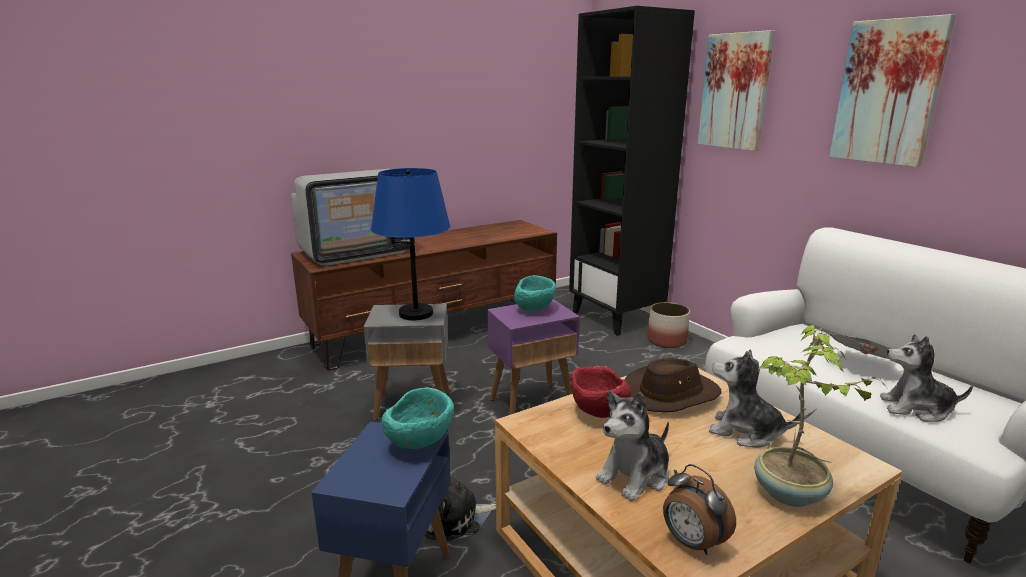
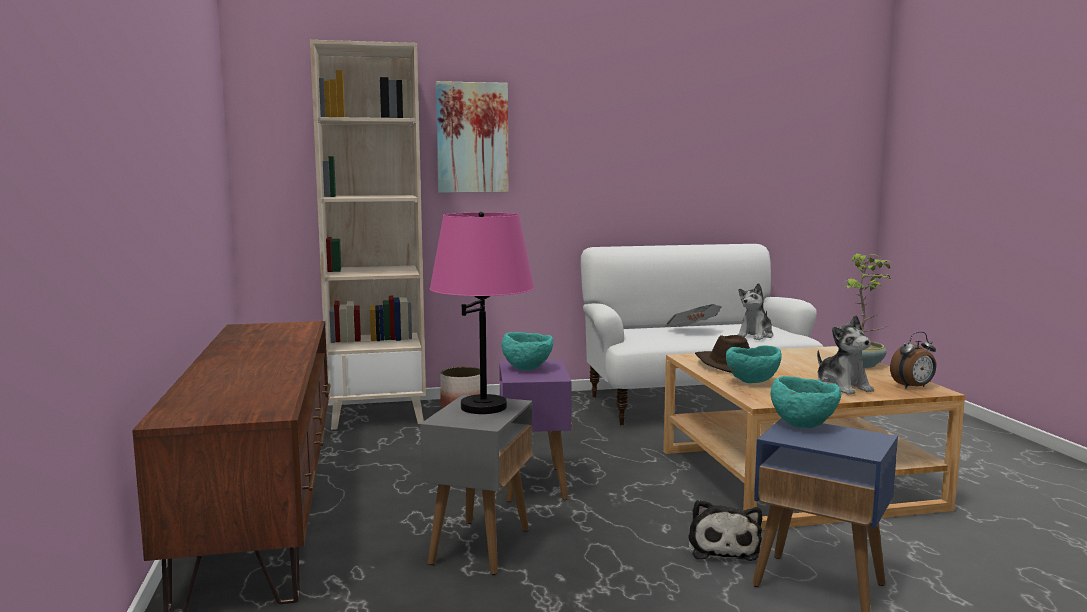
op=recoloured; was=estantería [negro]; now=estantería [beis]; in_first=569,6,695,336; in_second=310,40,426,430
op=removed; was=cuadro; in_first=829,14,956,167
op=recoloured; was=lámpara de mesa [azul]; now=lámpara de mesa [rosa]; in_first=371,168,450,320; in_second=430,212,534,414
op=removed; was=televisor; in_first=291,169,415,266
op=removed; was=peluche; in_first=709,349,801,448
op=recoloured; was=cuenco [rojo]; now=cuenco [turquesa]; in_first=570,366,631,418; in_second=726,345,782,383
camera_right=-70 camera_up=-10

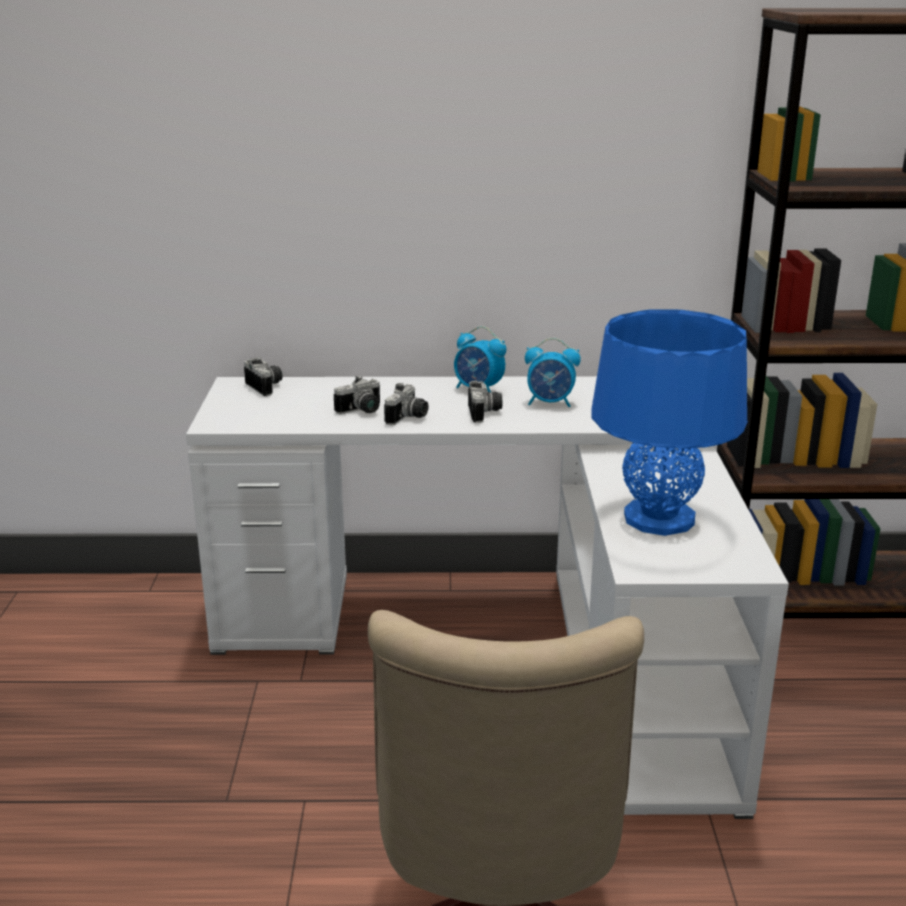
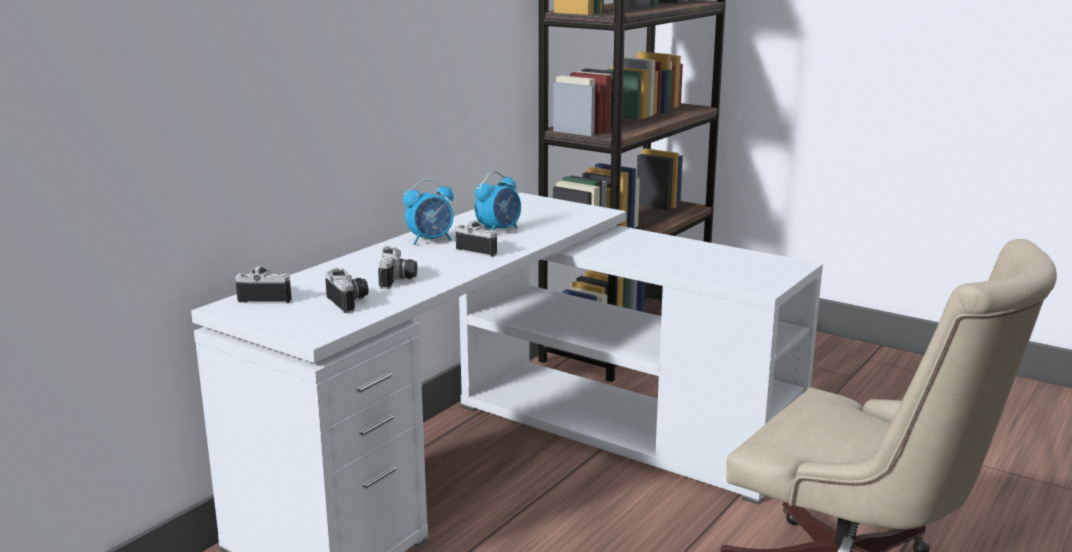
op=removed; was=lámpara de mesa [azul]; in_first=591,310,748,536
op=moved; was=cámara; in_first=384,383,428,425; in_second=325,268,369,313
camera_right=-55 camera_up=-5

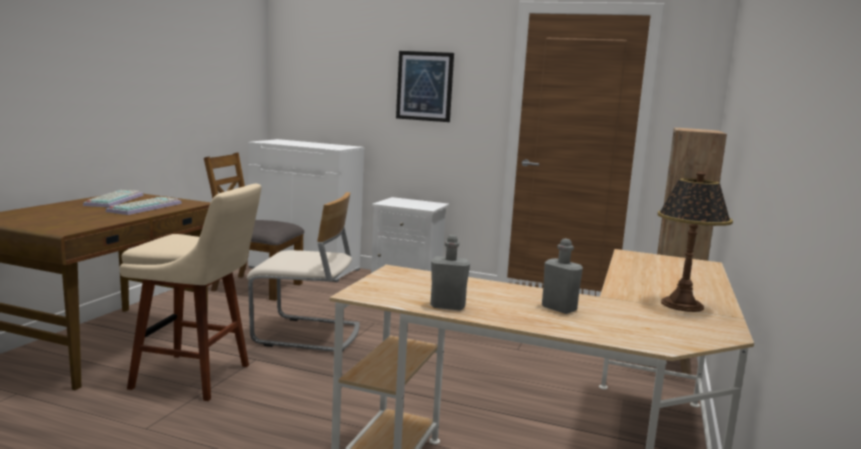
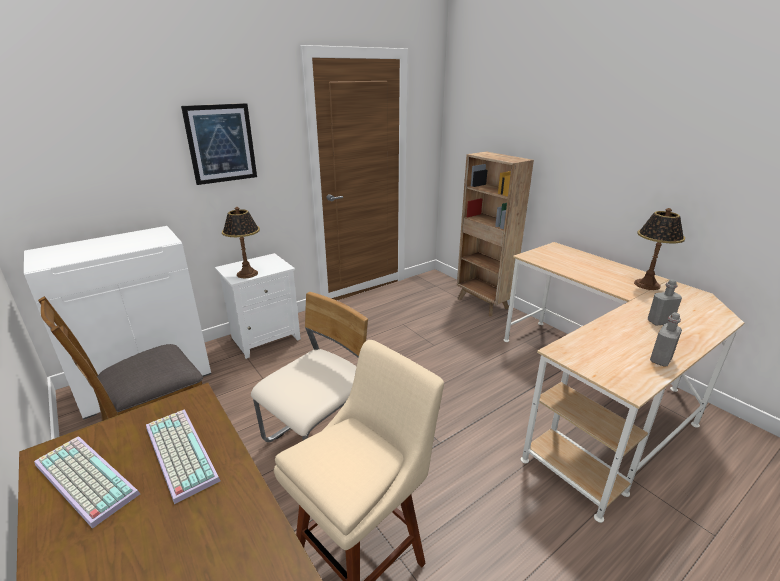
op=added; now=lámpara de mesa; in_second=222,207,260,278
camera_right=-55 camera_up=15

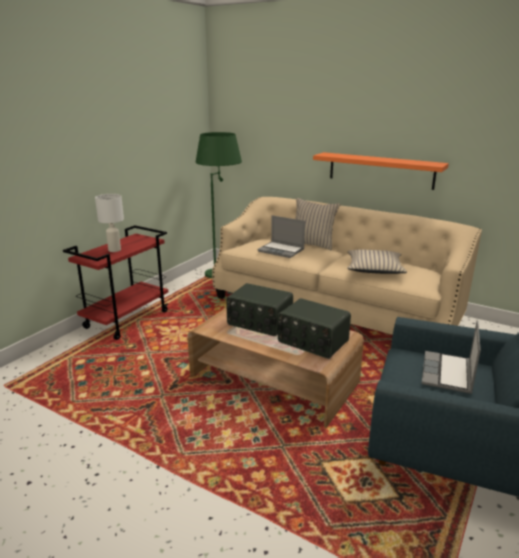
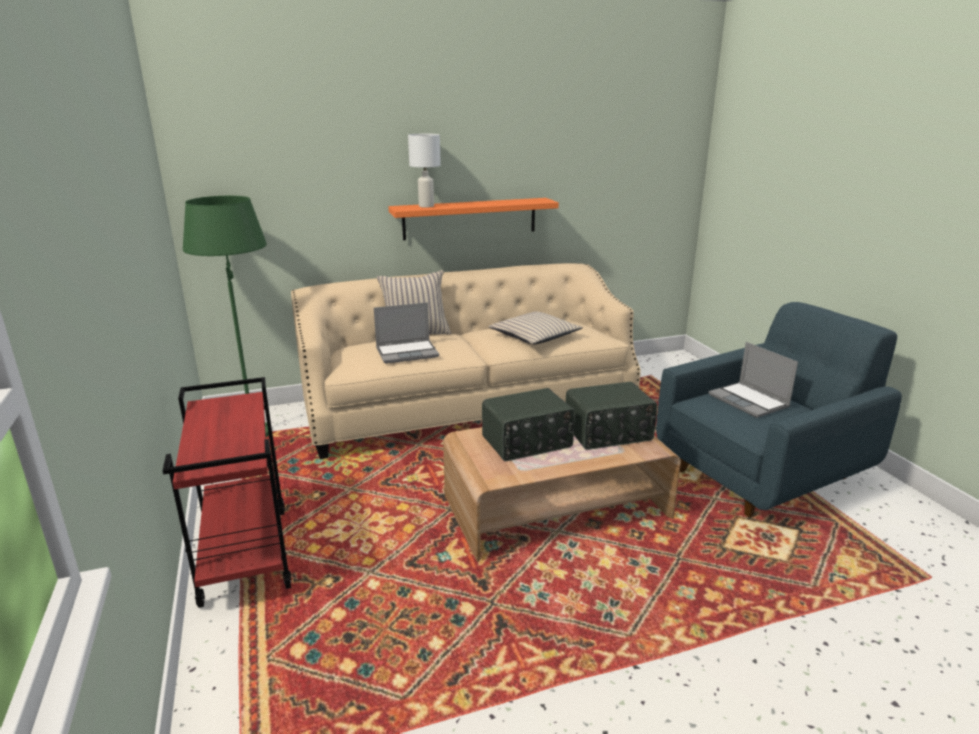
op=moved; was=lámpara de mesa [blanco]; in_first=95,194,124,252; in_second=408,134,441,208
camera_right=-50 camera_up=0

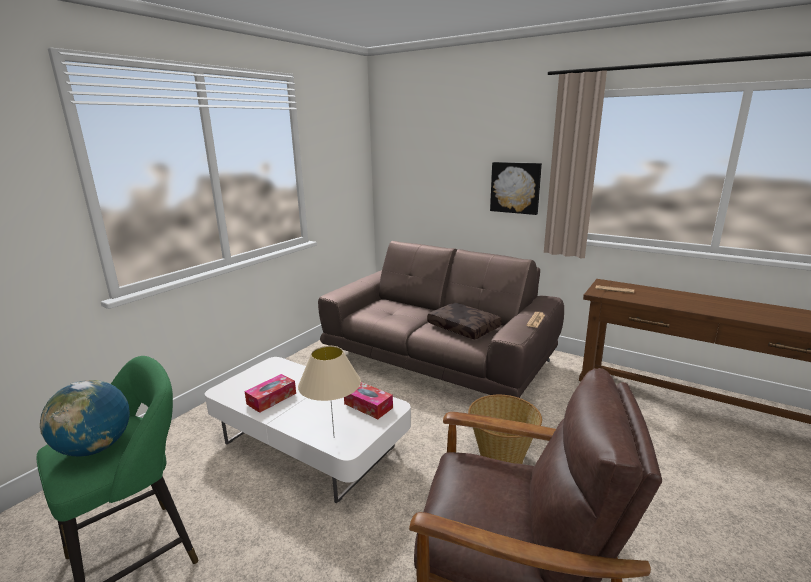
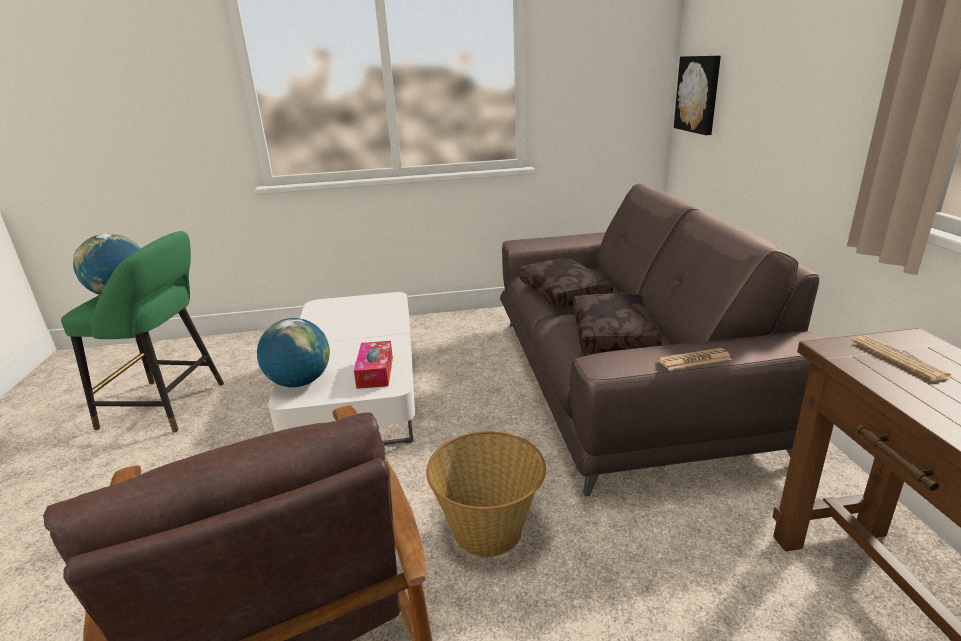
op=moved; was=cuadro; in_first=490,162,542,215; in_second=674,55,721,135
op=replaced; was=lámpara de mesa [beis]; now=globo terráqueo; in_first=298,346,361,438; in_second=257,318,330,387
op=removed; was=caja de pañuelos; in_first=244,374,296,413
op=added; now=cojín [marrón]; in_second=519,259,613,308
camera_right=50 camera_up=5

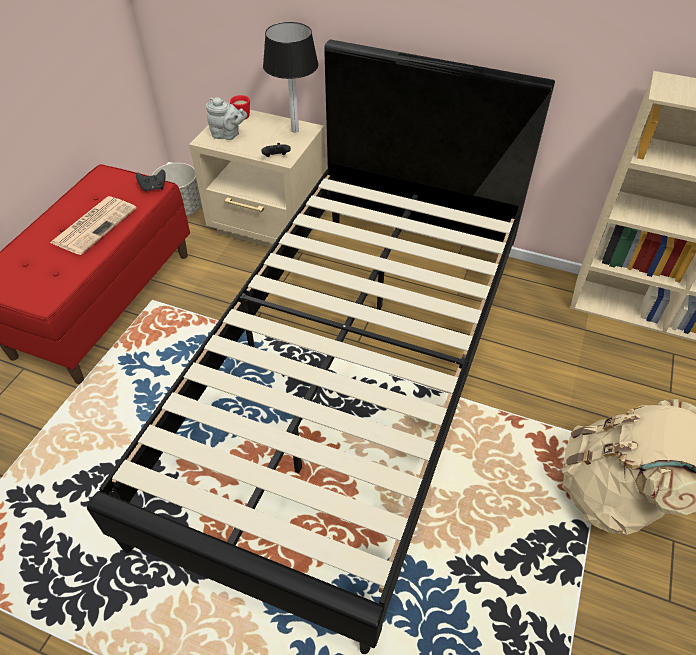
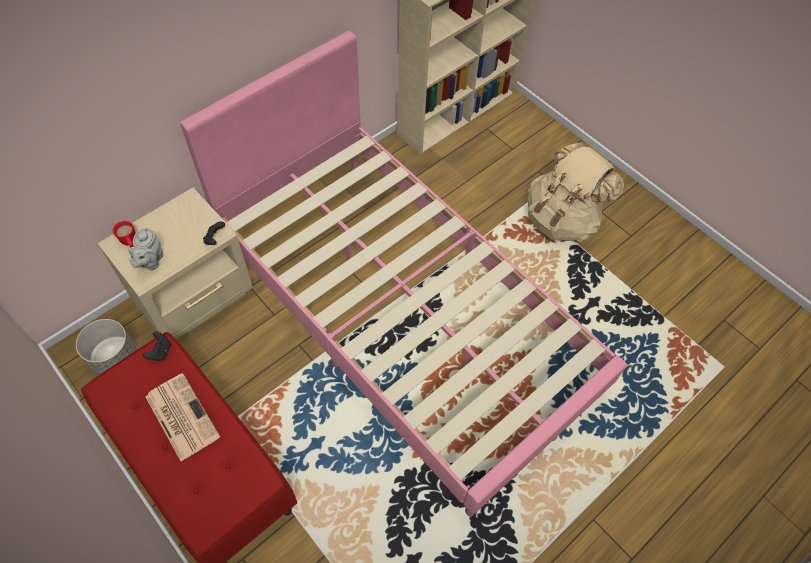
op=removed; was=lámpara de mesa; in_first=263,22,319,133
op=recoloured; was=cama [negro]; now=cama [rosa]; in_first=87,40,555,654; in_second=180,31,627,517
op=turned; was=tetera [gris]; in_first=206,97,247,140; in_second=129,228,163,271; clockwise=150
camera_right=-65 camera_up=10

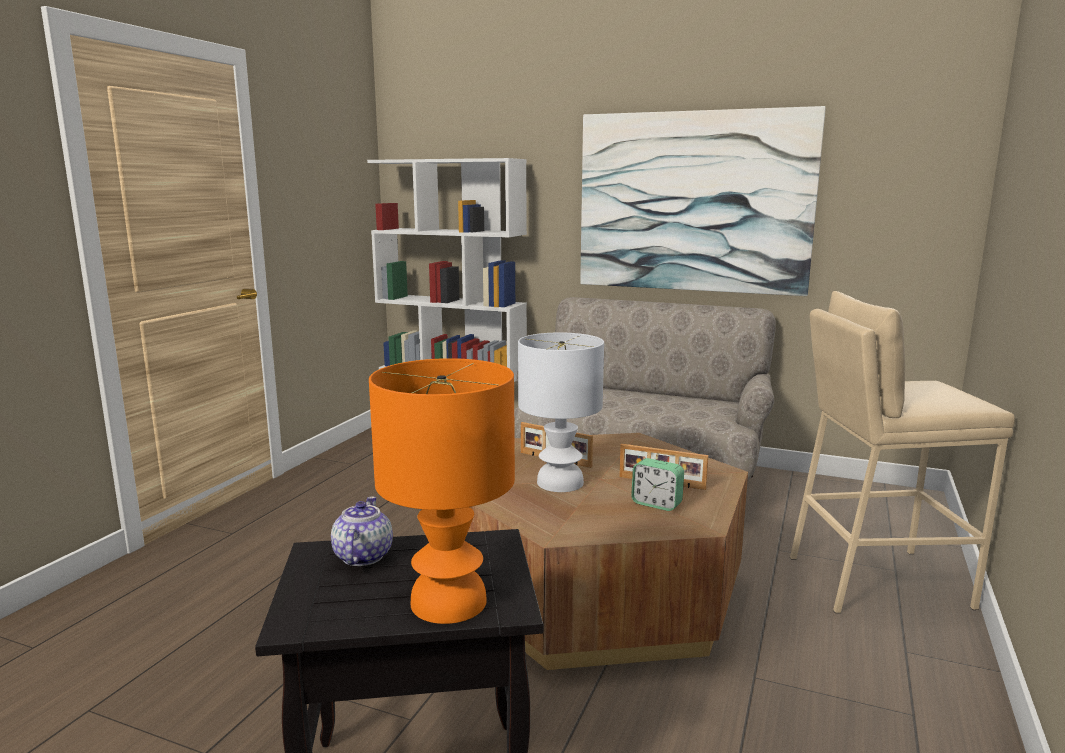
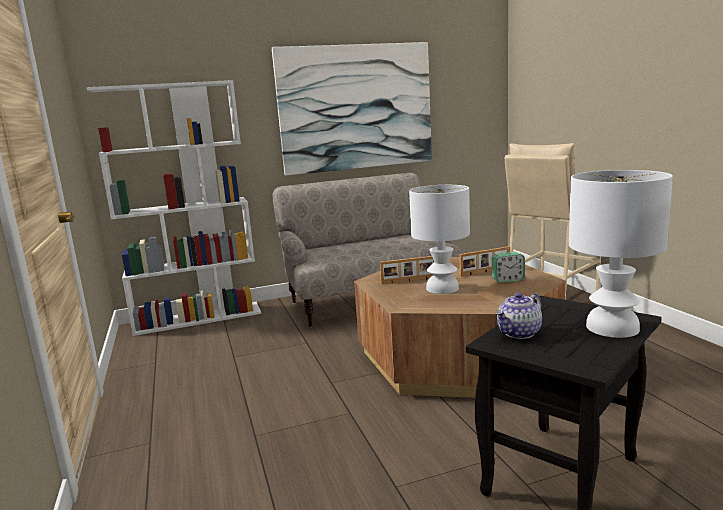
op=recoloured; was=lámpara de mesa [naranja]; now=lámpara de mesa [blanco]; in_first=369,358,515,624; in_second=569,170,673,338
op=turned; was=tetera; in_first=331,496,393,566; in_second=495,293,542,339; clockwise=-90
camera_right=-40 camera_up=0

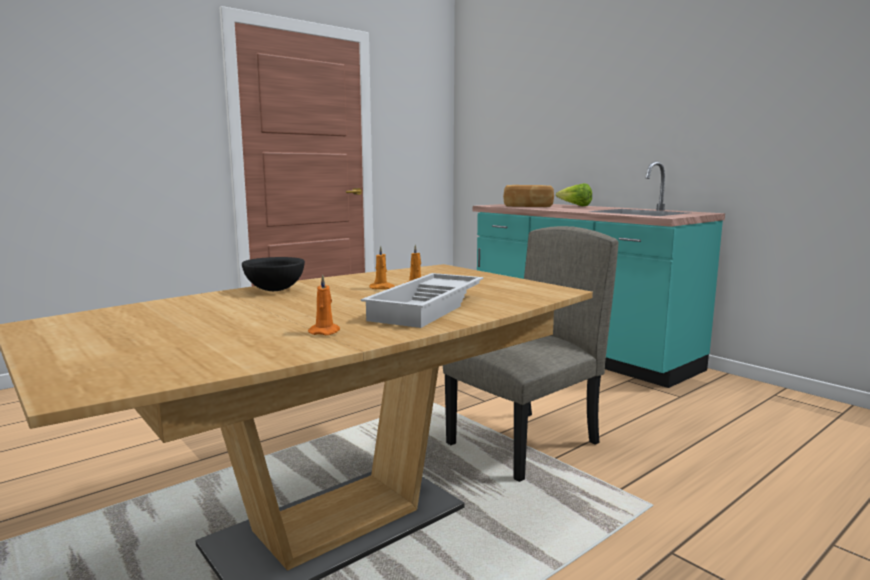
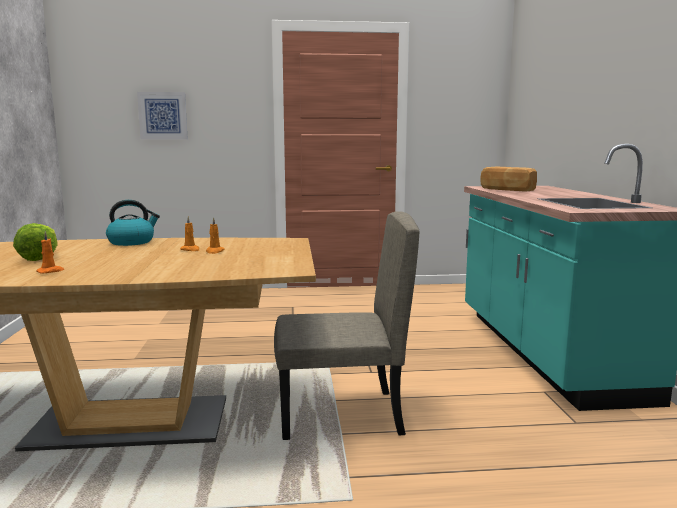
op=moved; was=lechuga; in_first=556,183,592,206; in_second=13,223,58,261
op=replaced; was=cuenco [negro]; now=hervidor; in_first=242,257,305,291; in_second=106,200,160,246
op=removed; was=bandeja [blanco]; in_first=361,273,483,328
op=added; now=cuadro; in_second=137,92,188,139
camera_right=35 camera_up=0

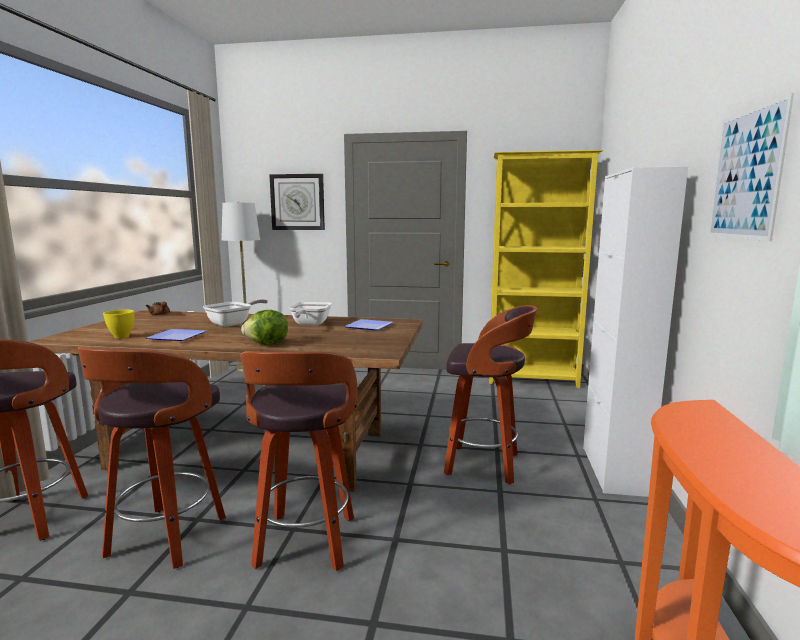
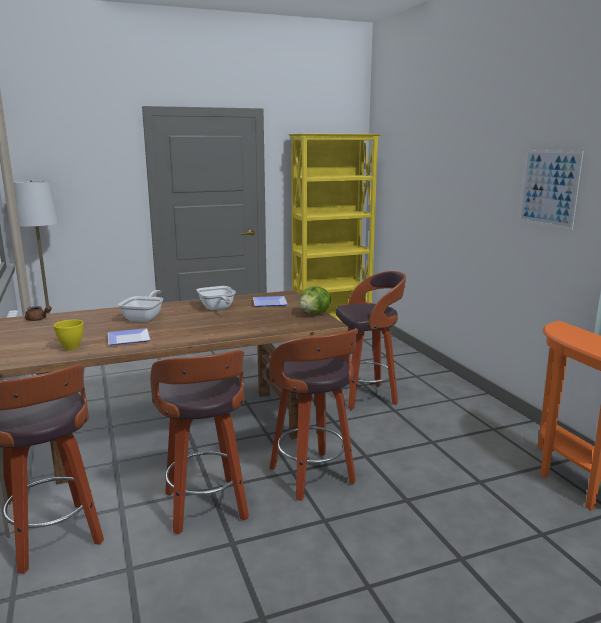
op=removed; was=armario [blanco]; in_first=583,166,688,497
op=removed; was=reloj de pared; in_first=269,174,325,230
op=moved; was=lechuga; in_first=241,310,288,345; in_second=300,286,331,314
camera_right=-30 camera_up=5

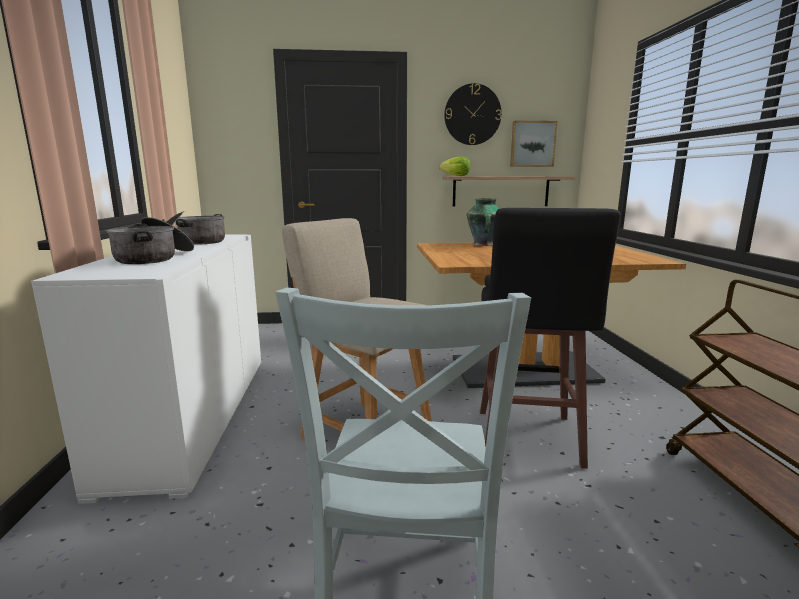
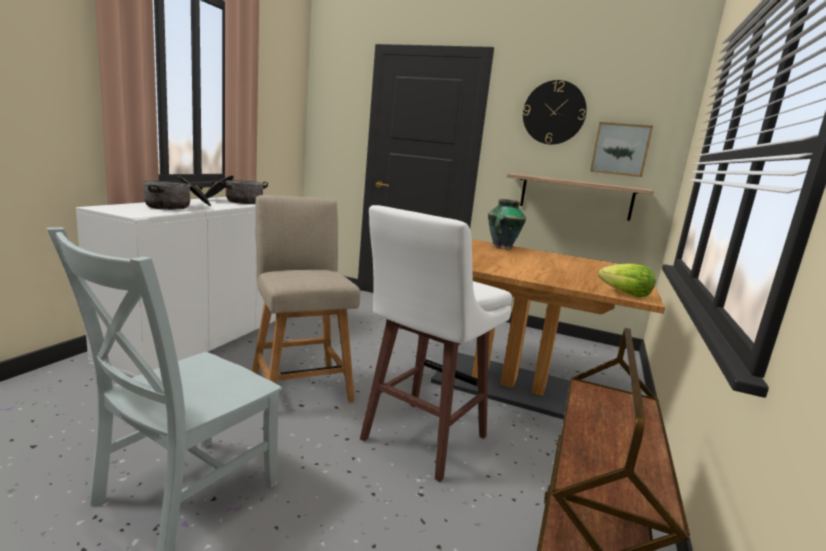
op=moved; was=lechuga; in_first=439,157,470,176; in_second=598,263,656,297
op=recoloured; was=taburete [negro]; now=taburete [blanco]; in_first=480,208,621,469; in_second=360,205,512,482
camera_right=25 camera_up=0

